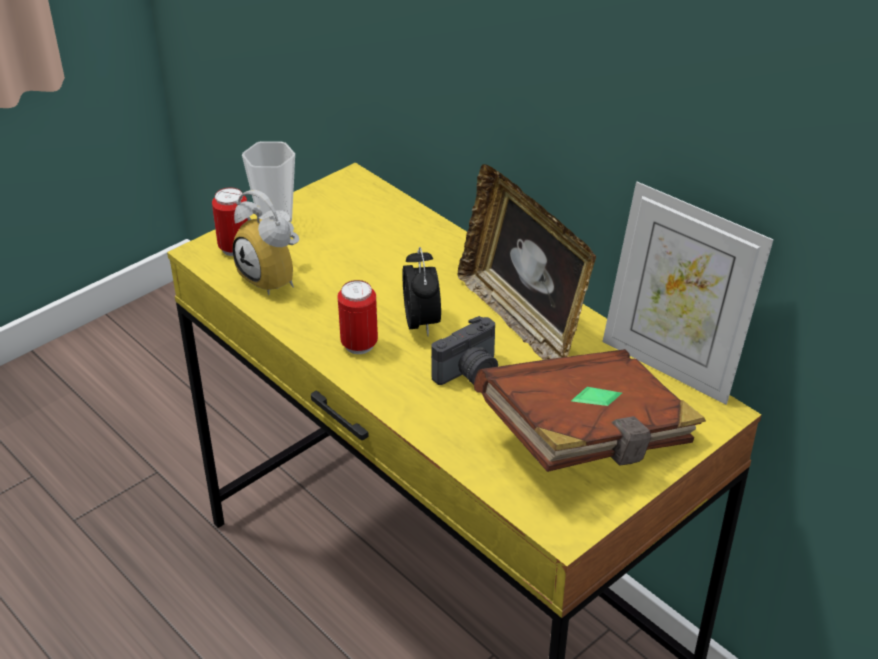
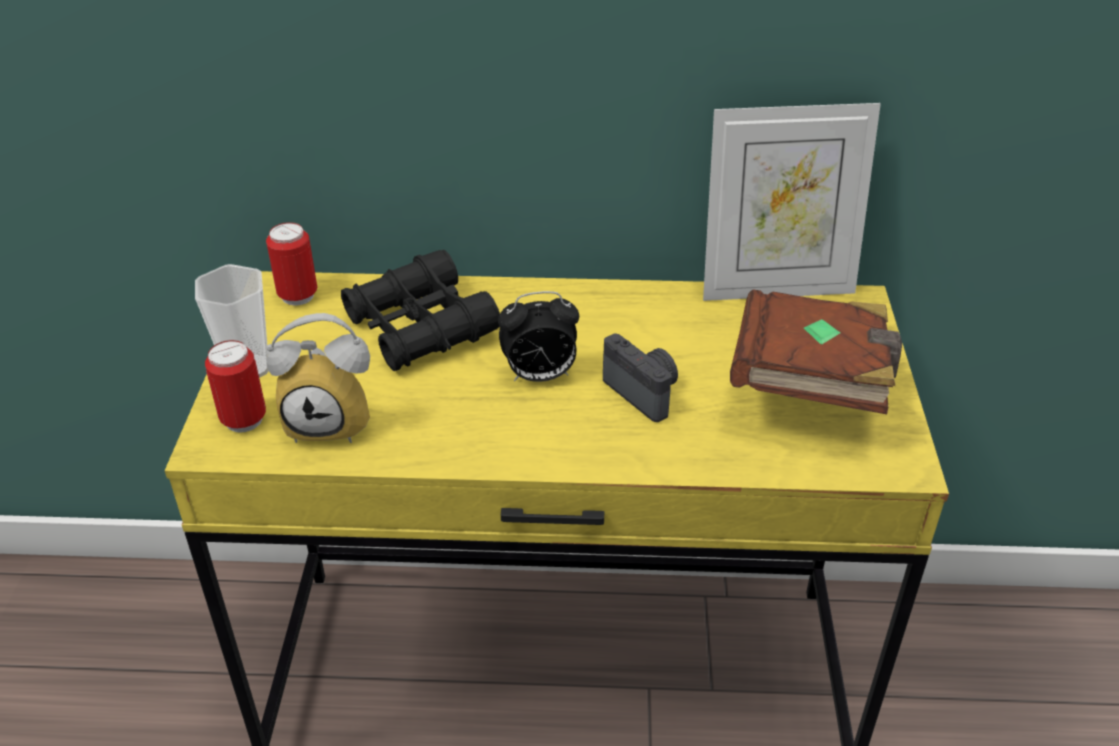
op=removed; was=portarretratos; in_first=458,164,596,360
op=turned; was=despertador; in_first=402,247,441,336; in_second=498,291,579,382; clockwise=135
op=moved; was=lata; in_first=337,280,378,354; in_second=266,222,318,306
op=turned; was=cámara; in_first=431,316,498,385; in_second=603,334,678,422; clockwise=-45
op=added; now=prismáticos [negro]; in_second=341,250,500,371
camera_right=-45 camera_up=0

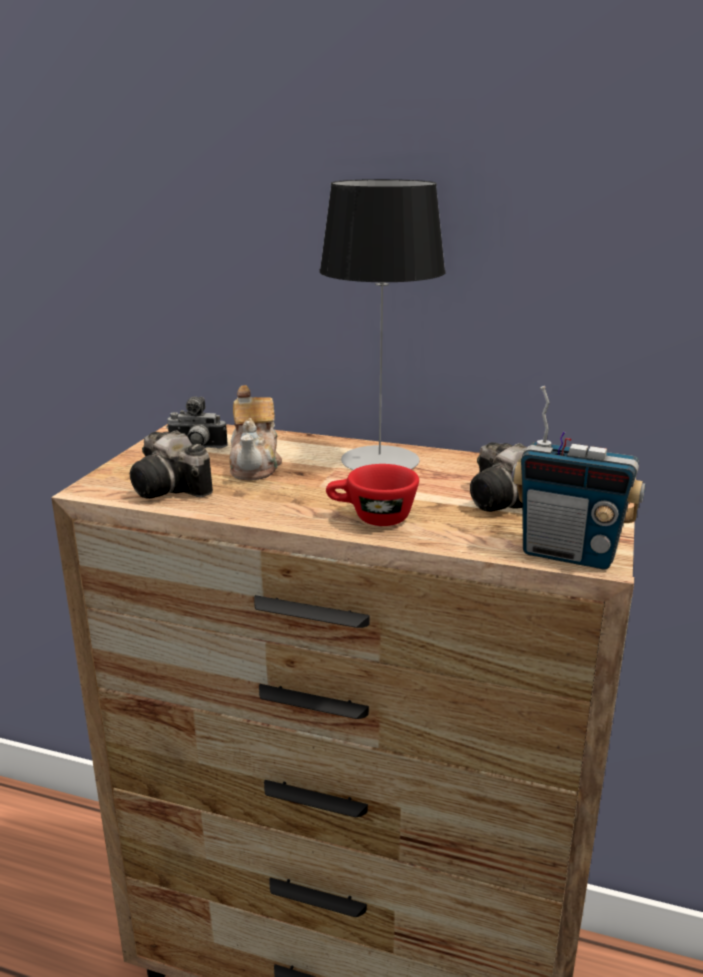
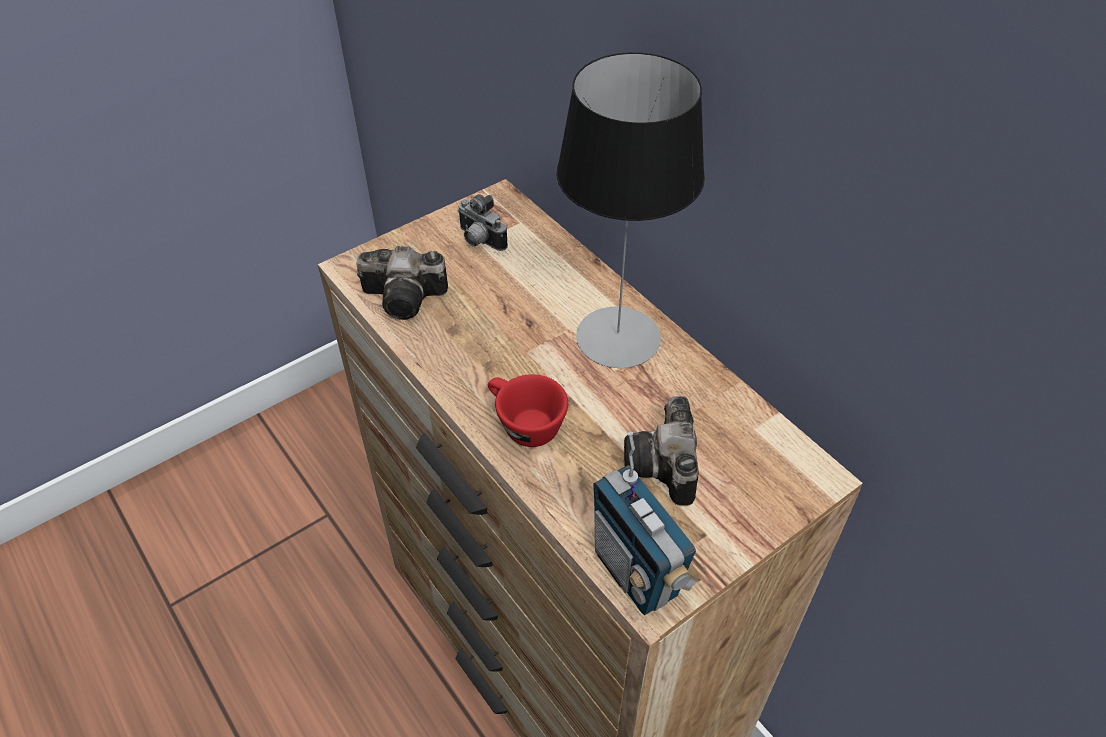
op=removed; was=tetera; in_first=229,385,282,480
op=turned; was=cámara; in_first=130,431,213,499; in_second=357,246,448,320; clockwise=-75
camera_right=35 camera_up=25

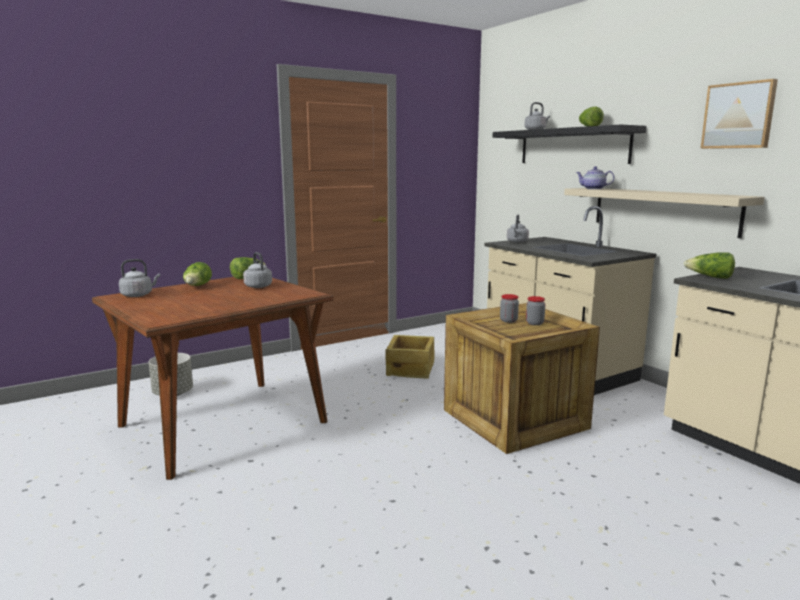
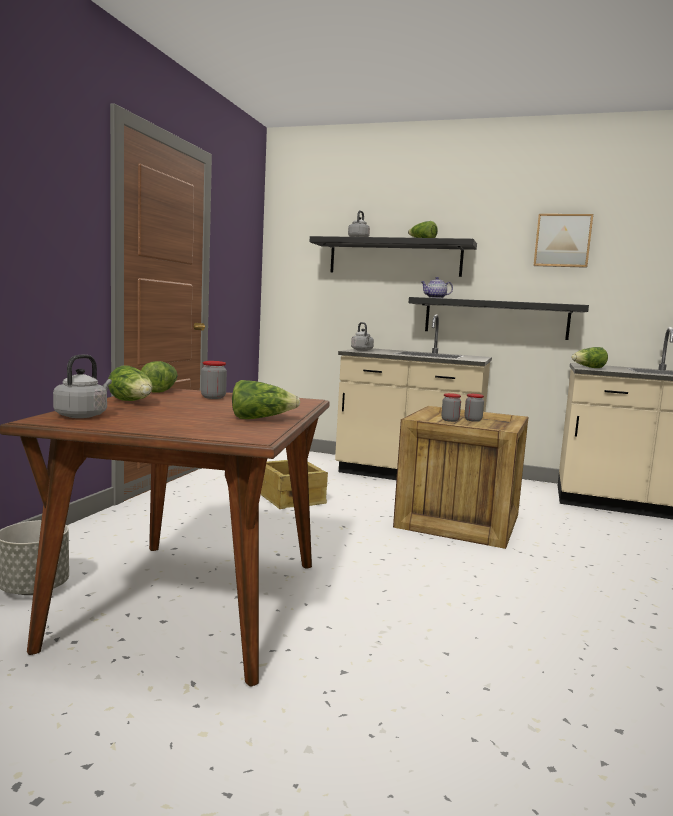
op=recoloured; was=estante [beis]; now=estante [negro]; in_first=564,188,764,238; in_second=409,297,589,340
op=replaced; was=hervidor [gris]; now=tarro; in_first=243,252,272,288; in_second=201,361,227,399
op=added; now=lechuga; in_second=232,380,300,419
camera_right=-40 camera_up=-5

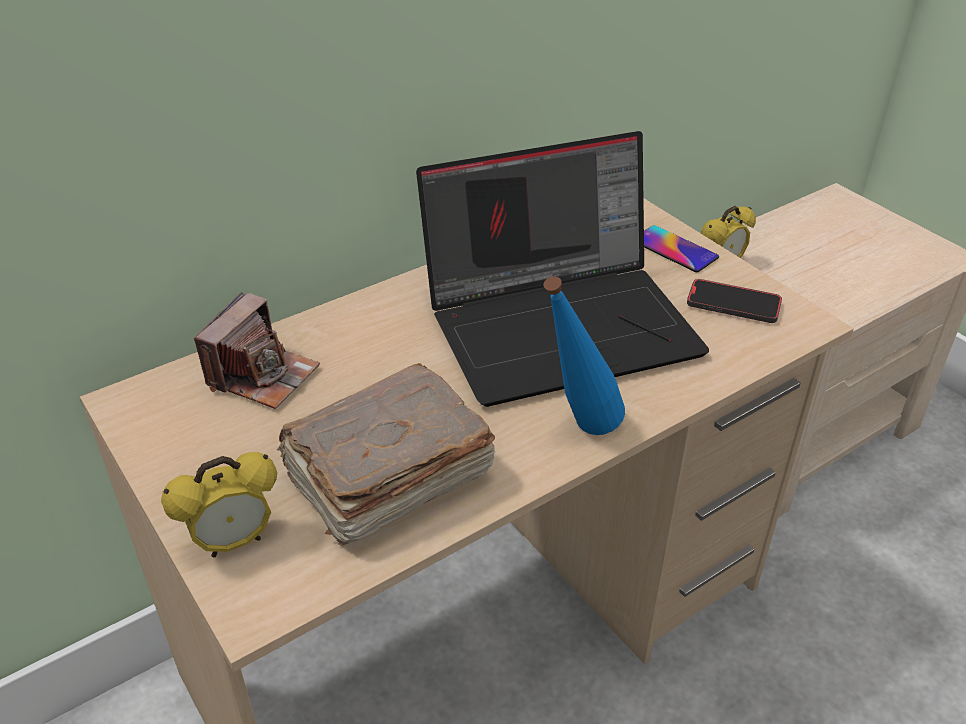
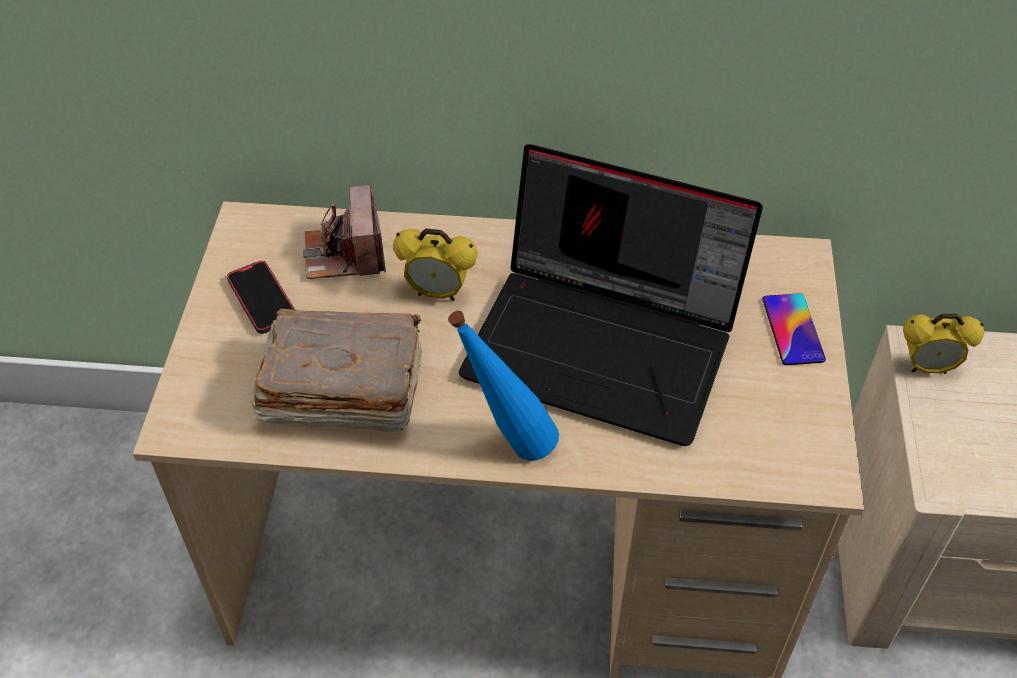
op=moved; was=móvil; in_first=687,279,782,323; in_second=227,261,295,334
op=turned; was=cámara; in_first=194,292,320,409; in_second=303,185,386,279; clockwise=105
op=moved; was=despertador; in_first=161,452,277,557; in_second=393,228,478,301
camera_right=40 camera_up=10

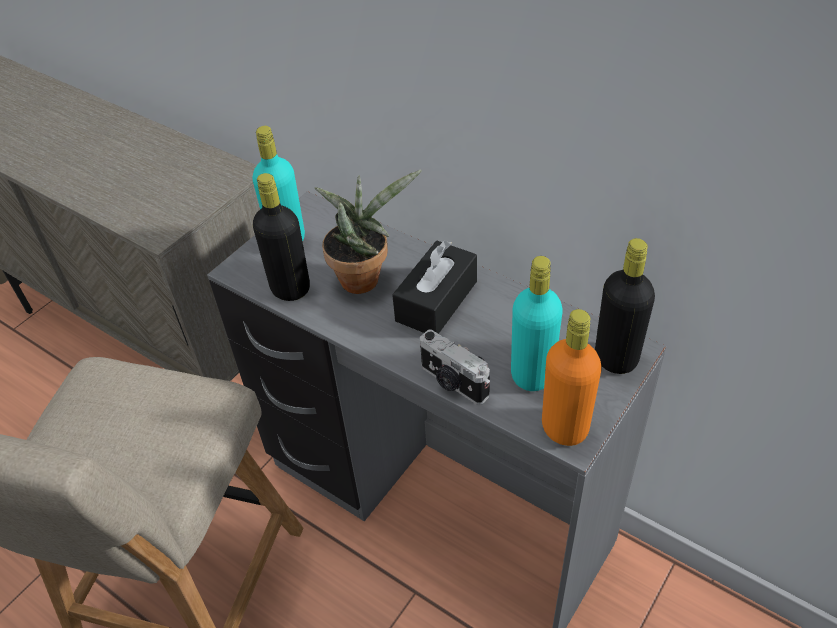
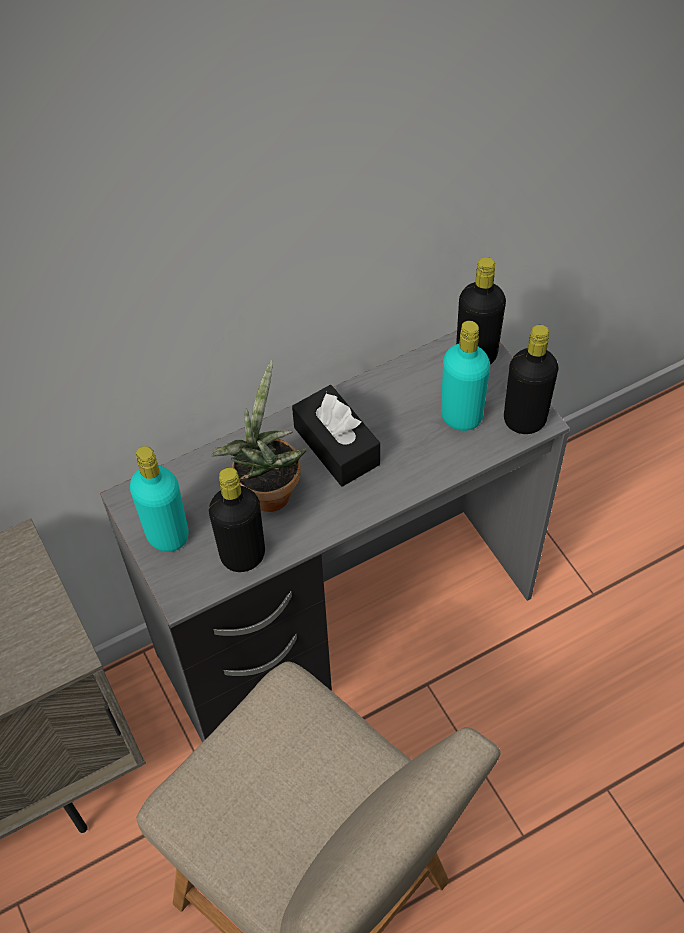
op=recoloured; was=botella [naranja]; now=botella [negro]; in_first=542,309,602,446; in_second=504,325,558,434
op=removed; was=cámara; in_first=420,329,490,405
camera_right=-65 camera_up=10

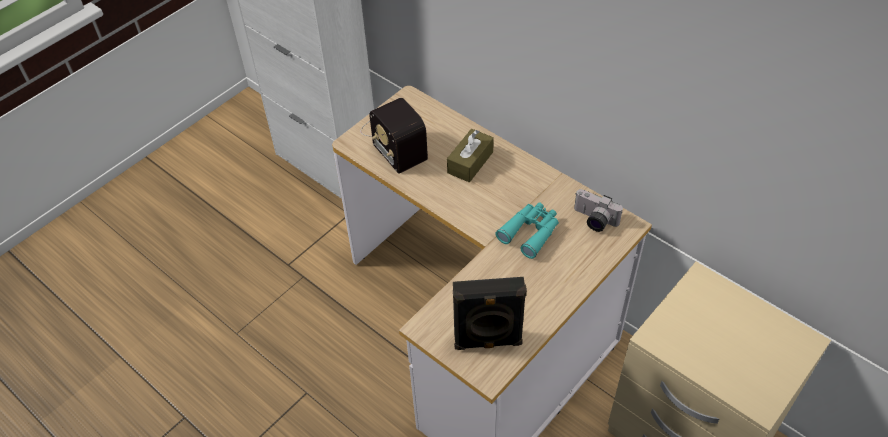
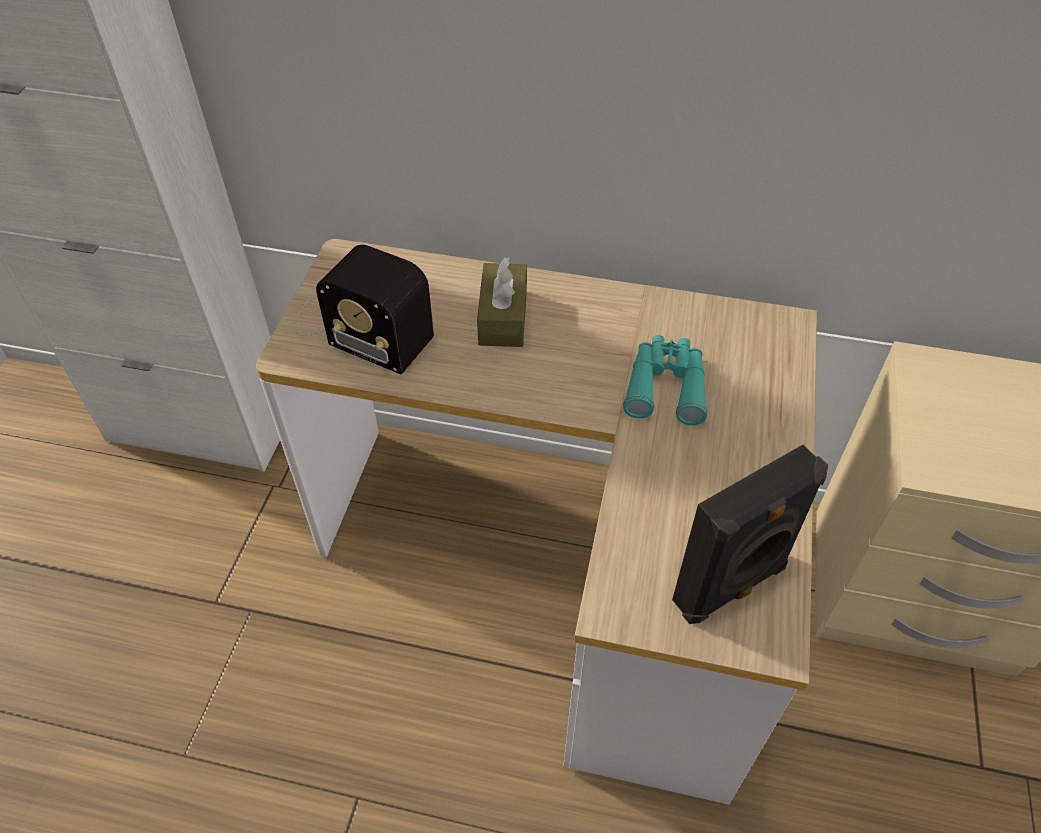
op=removed; was=cámara; in_first=574,189,623,232
camera_right=-30 camera_up=0

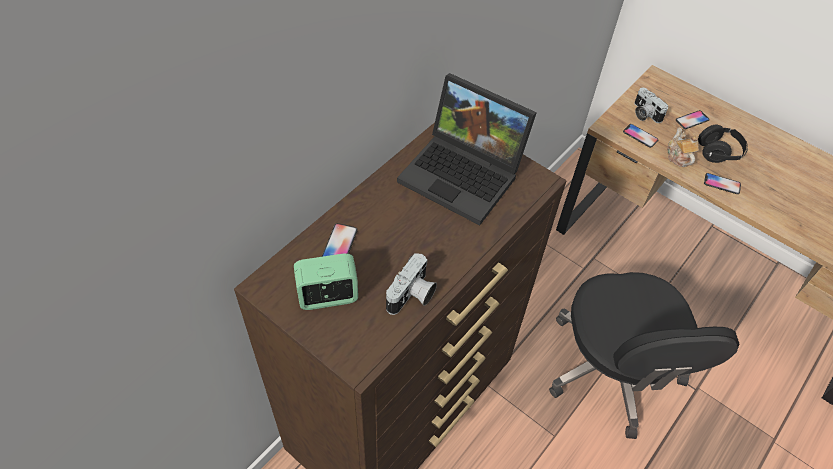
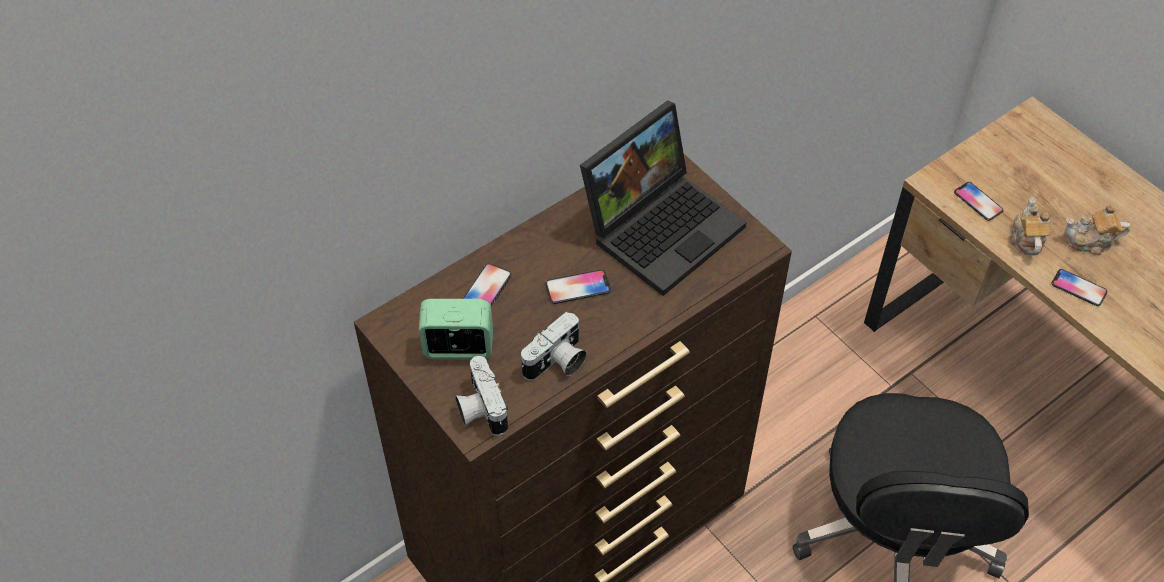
op=turned; was=portátil; in_first=397,73,537,225; in_second=580,100,747,296; clockwise=-90
op=moved; was=cámara; in_first=634,87,668,123; in_second=455,356,508,436
op=moved; was=móvil; in_first=676,110,710,129; in_second=545,270,611,304
op=replaced; was=auriculares [negro]; now=tetera; in_first=698,124,748,163; in_second=1065,205,1130,255
camera_right=15 camera_up=0

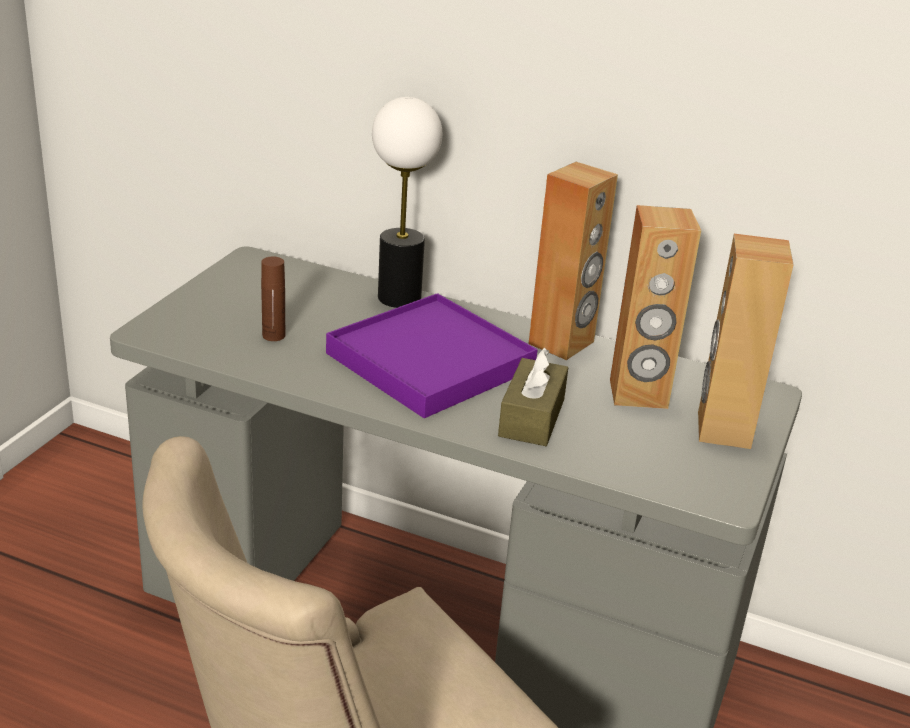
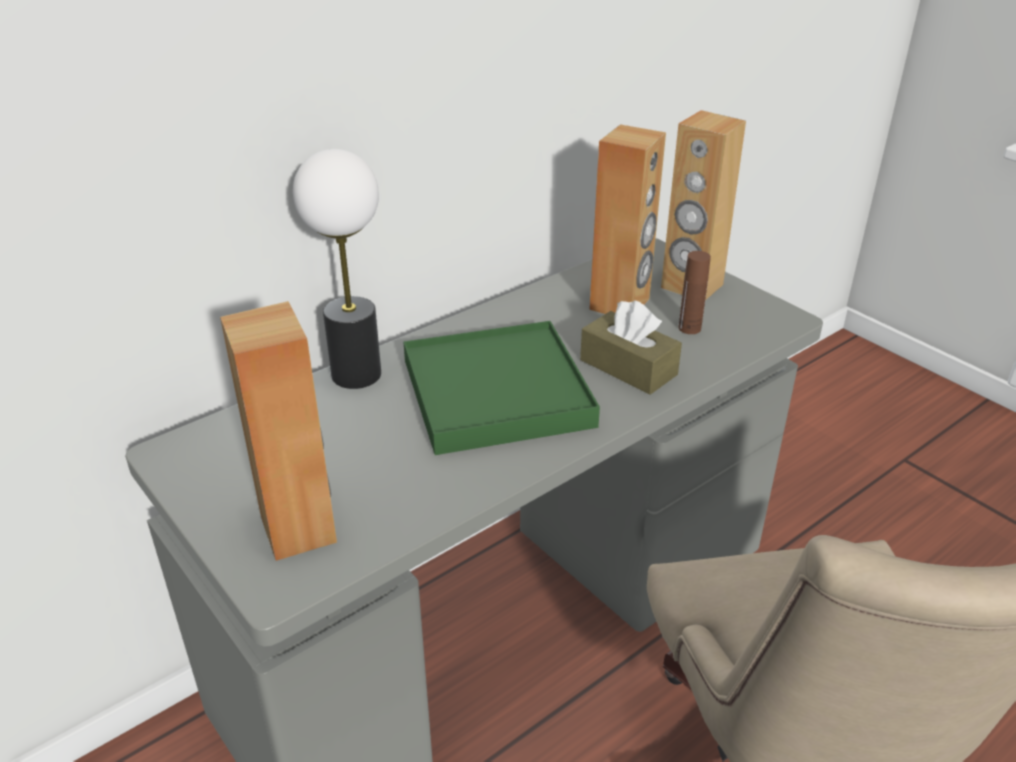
op=moved; was=altavoz [marrón]; in_first=529,162,618,360; in_second=220,301,337,561
op=moved; was=botella [marrón]; in_first=261,257,285,341; in_second=678,251,711,334
op=recoloured; was=bandeja [morado]; now=bandeja [verde]; in_first=326,293,538,418; in_second=404,321,600,455
camera_right=-60 camera_up=5

